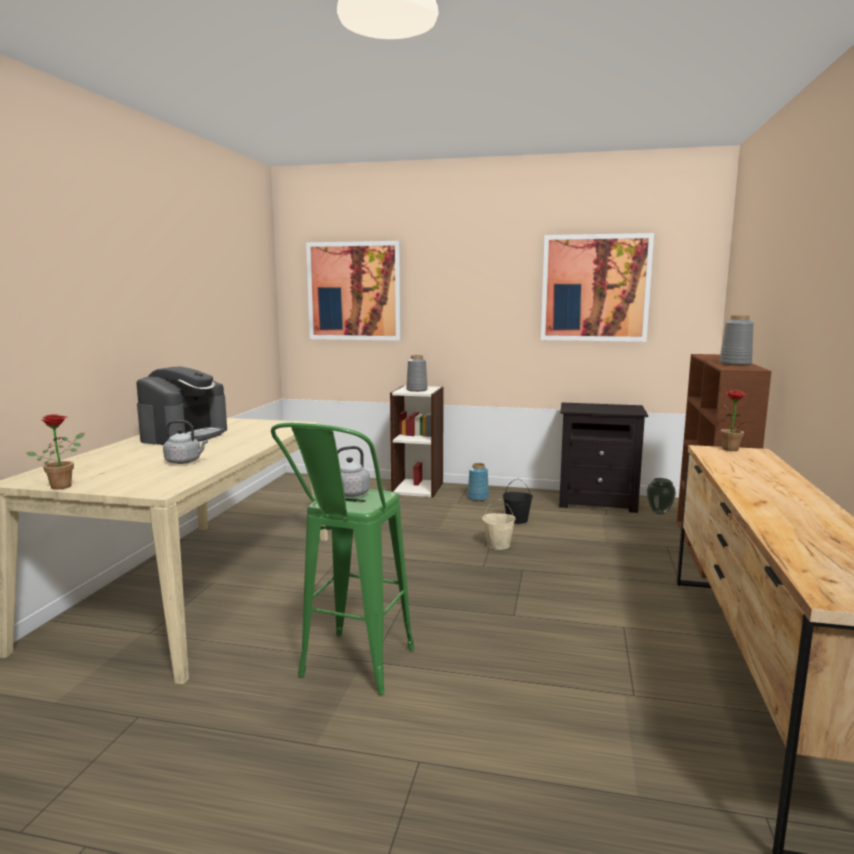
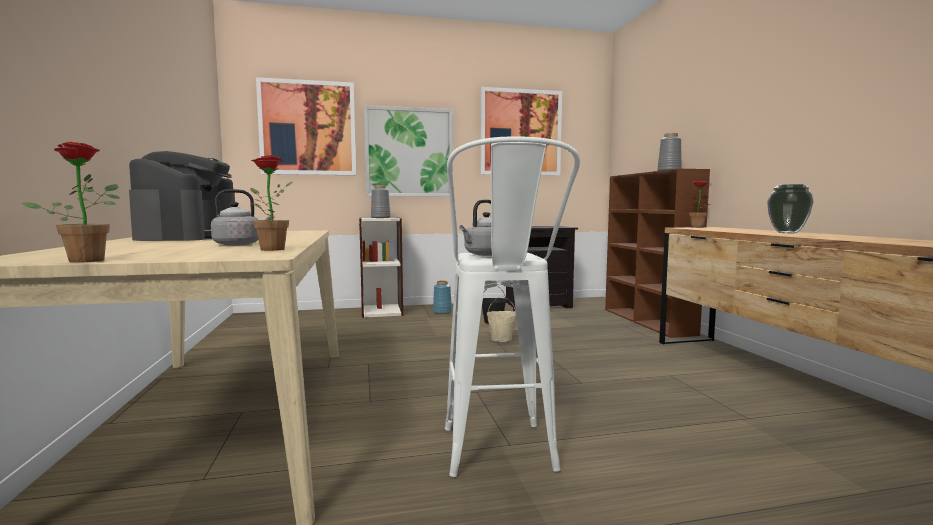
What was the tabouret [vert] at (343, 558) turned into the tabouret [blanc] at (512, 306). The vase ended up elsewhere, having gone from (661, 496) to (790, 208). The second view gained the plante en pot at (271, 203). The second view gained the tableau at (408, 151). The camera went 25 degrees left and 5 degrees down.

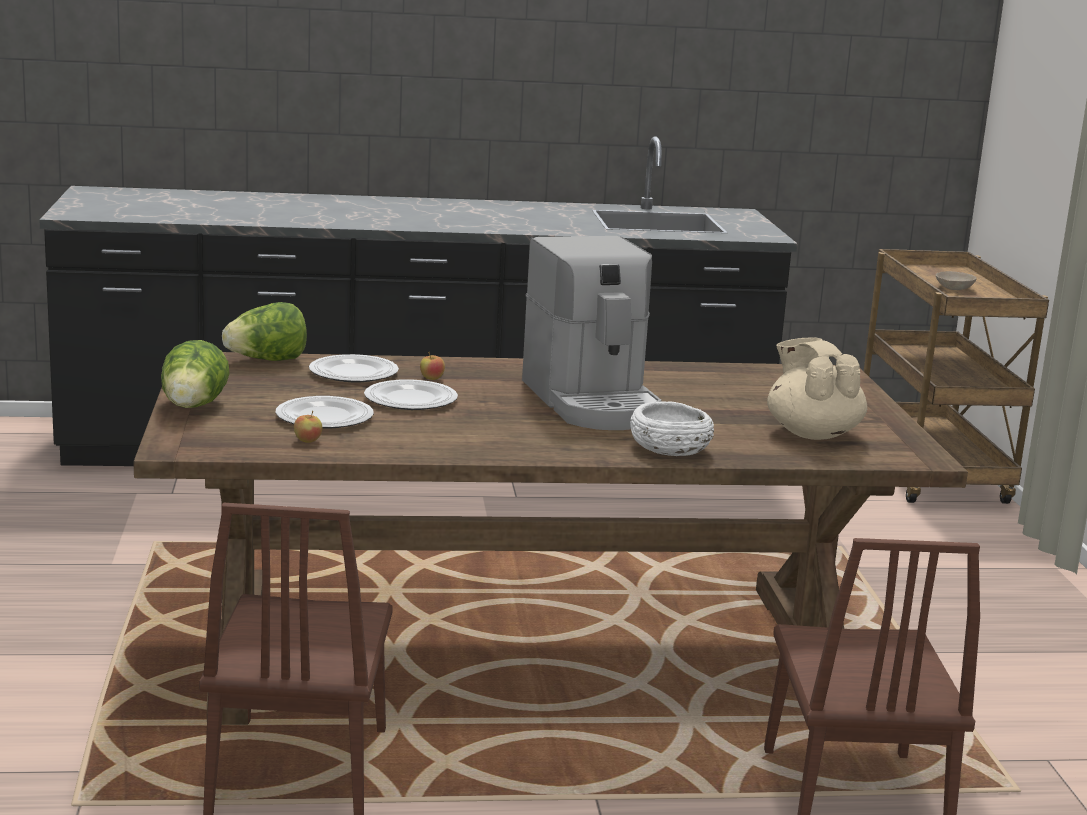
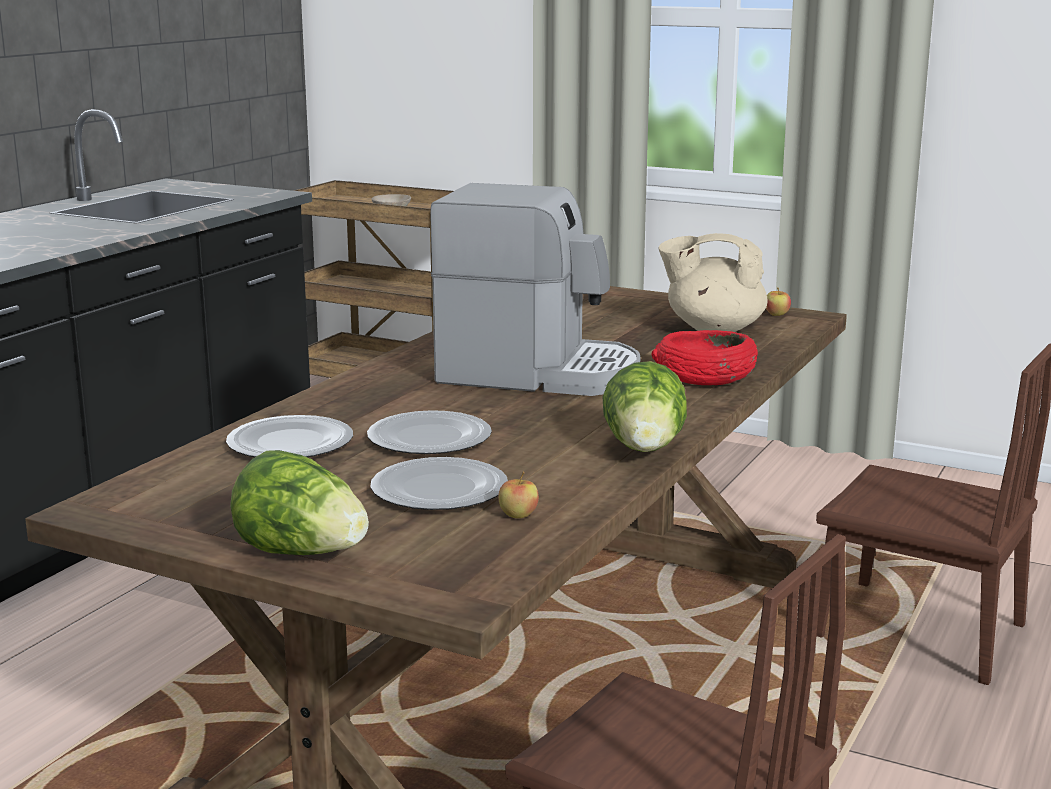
The laitue ended up elsewhere, having gone from (264, 331) to (644, 406). The pomme ended up elsewhere, having gone from (432, 366) to (778, 301). What was the bol [blanc] at (672, 429) turned into the bol [rouge] at (704, 357). The camera went 55 degrees left and 0 degrees up.

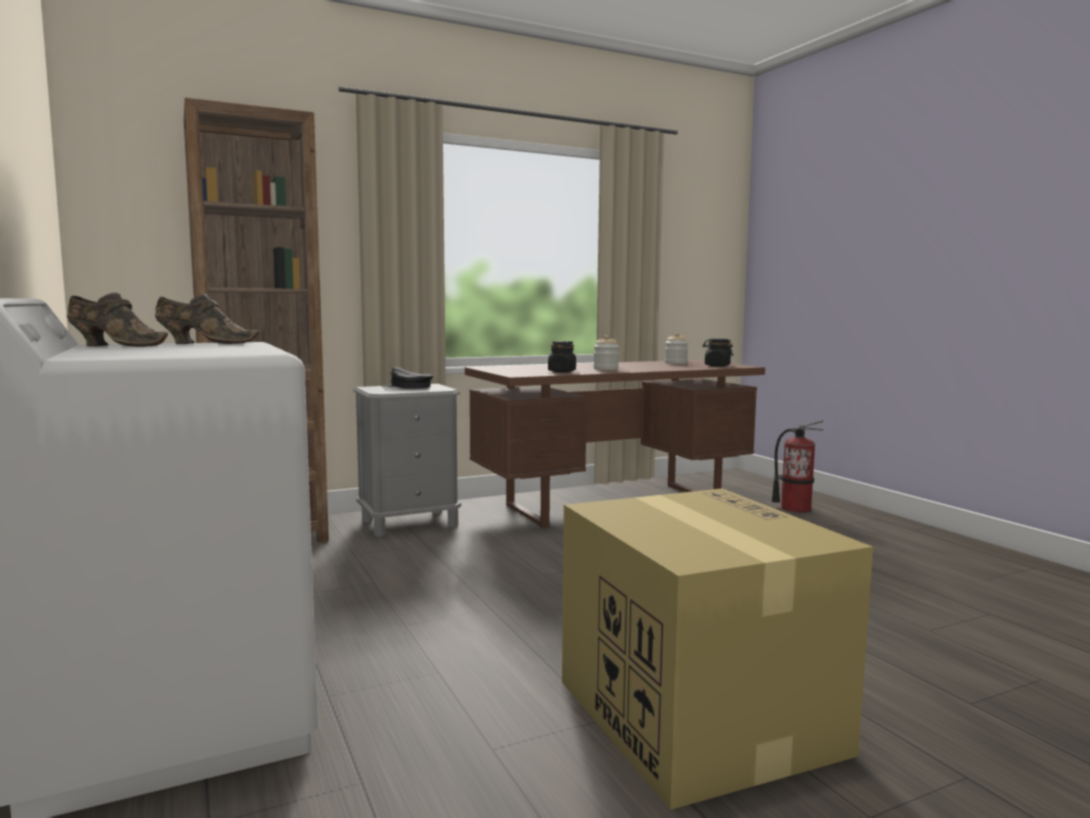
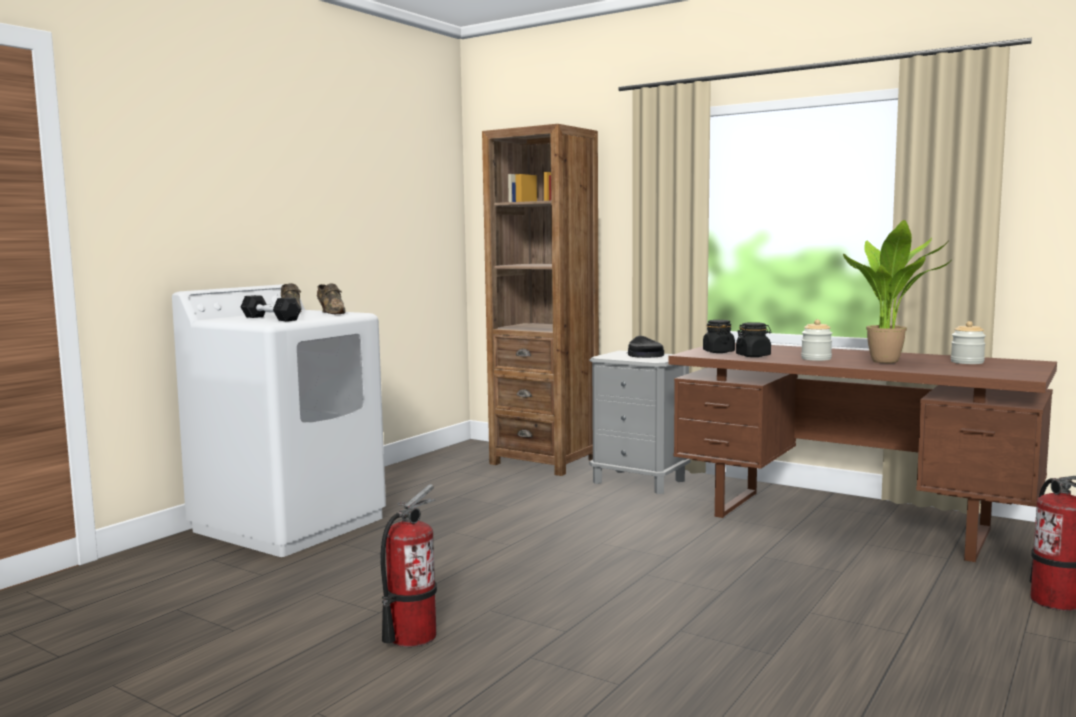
Where the carton stood at (717, 649), the extincteur came to stand at (408, 565). The bocal [noir] ended up elsewhere, having gone from (718, 352) to (719, 336). The second view gained the haltère [noir] at (271, 308). The second view gained the plante en pot at (897, 291). The camera went 60 degrees right and 0 degrees up.

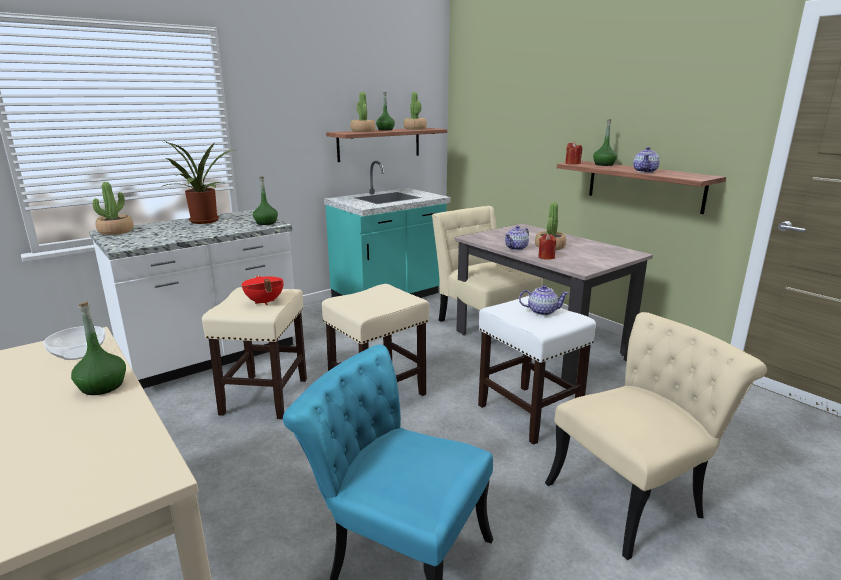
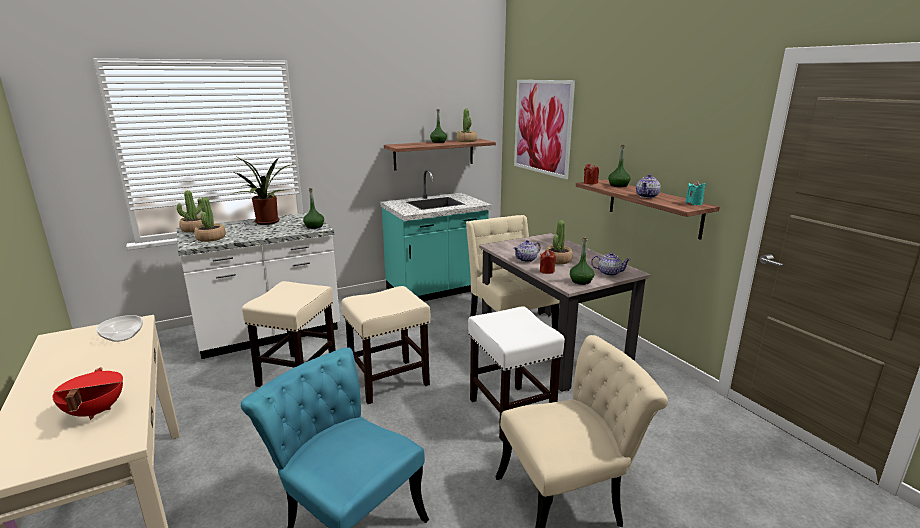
The bouteille [vert] ended up elsewhere, having gone from (98, 348) to (582, 261). The marmite [rouge] ended up elsewhere, having gone from (262, 290) to (87, 394). The plante en pot ended up elsewhere, having gone from (363, 112) to (210, 219). The théière ended up elsewhere, having gone from (544, 300) to (611, 264). The second view gained the tableau at (544, 129). The second view gained the bougie [turquoise] at (695, 192). The camera went 10 degrees right and 0 degrees up.

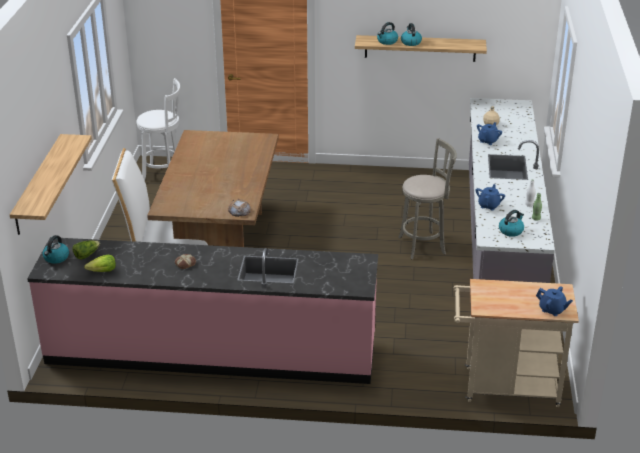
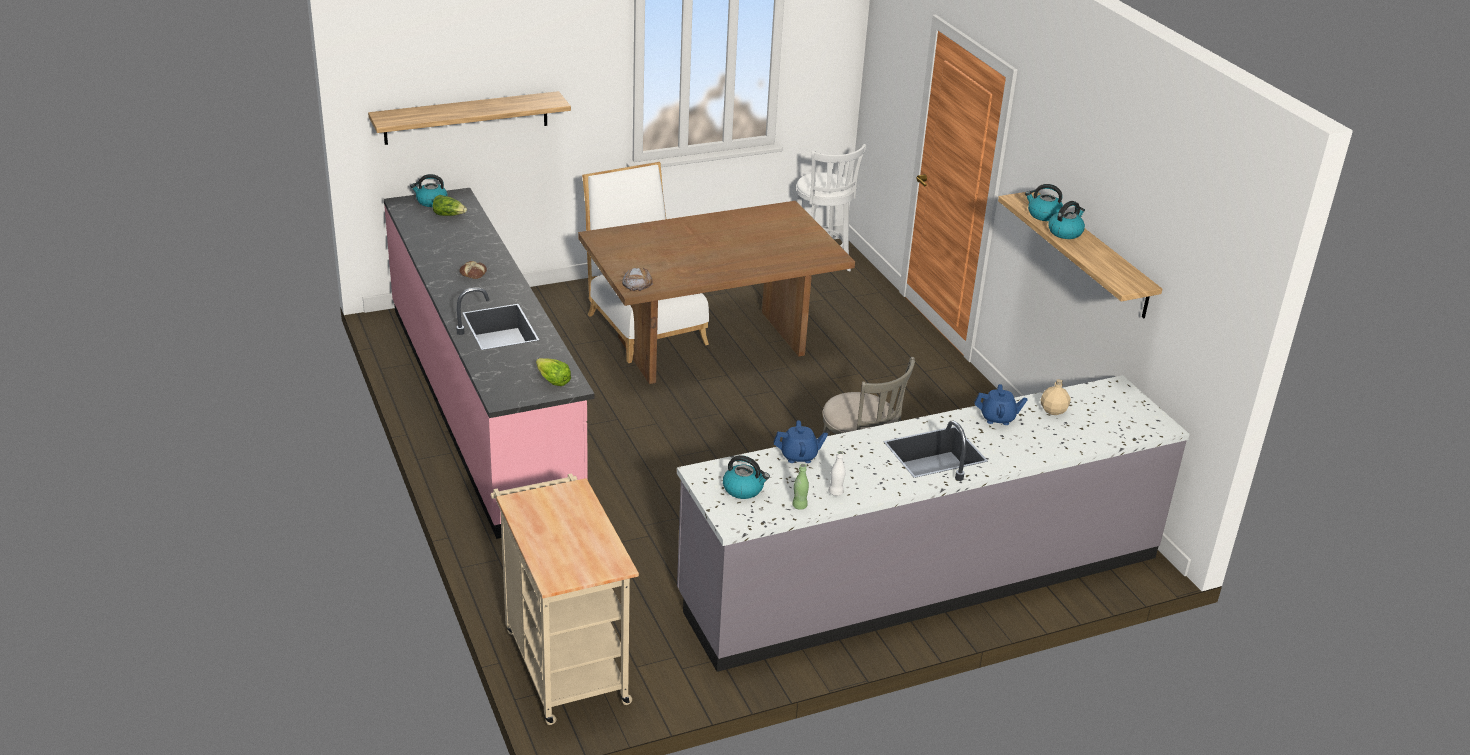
The laitue ended up elsewhere, having gone from (100, 263) to (553, 372). The second view lost the théière [bleu] at (554, 301). The camera went 60 degrees right and 0 degrees up.

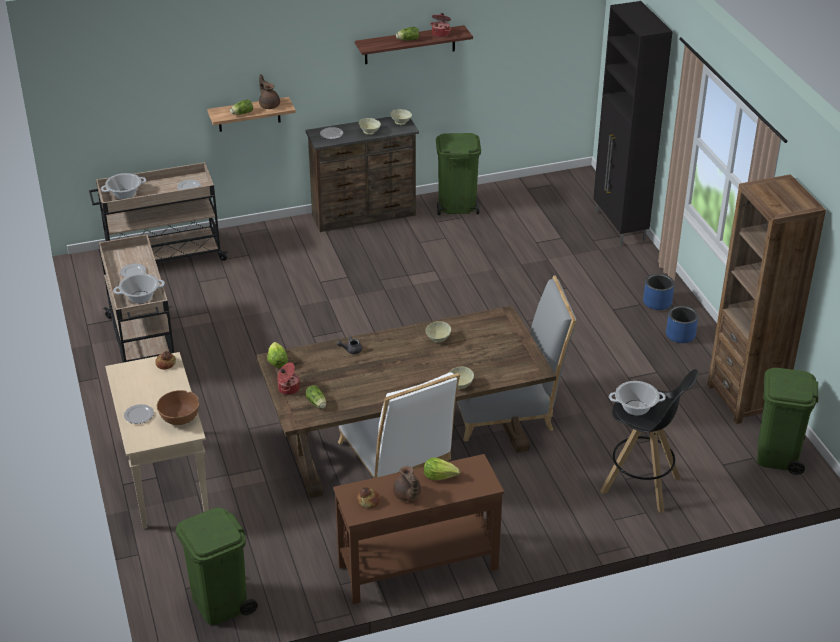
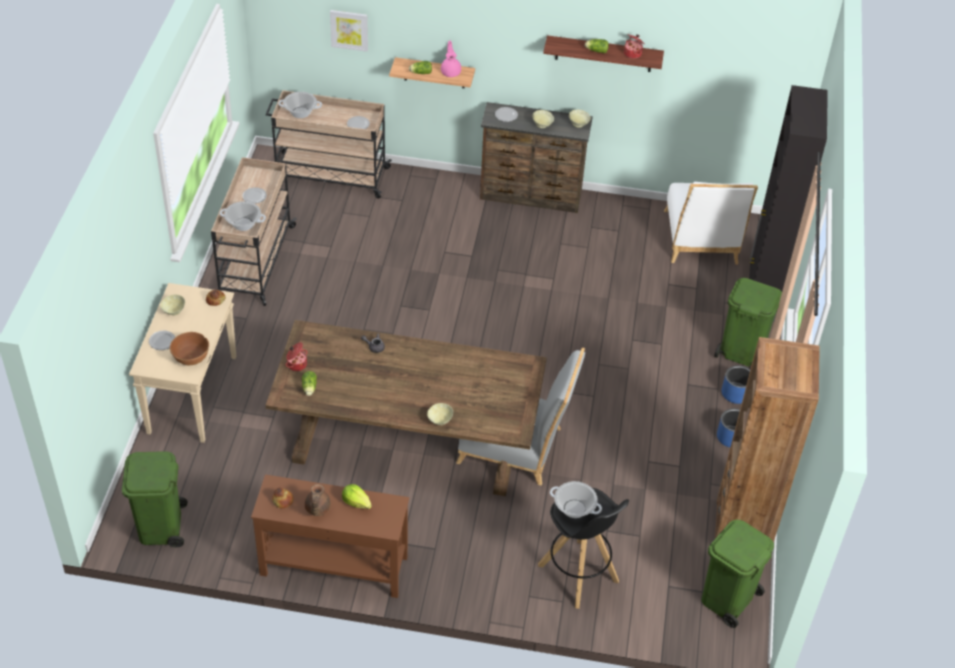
What was the théière [marron] at (269, 91) turned into the théière [rose] at (451, 59). The second view lost the laitue at (277, 355). The chaise [blanc] ended up elsewhere, having gone from (399, 425) to (711, 223). The bol [beige] ended up elsewhere, having gone from (438, 332) to (172, 305). The poubelle [vert] ended up elsewhere, having gone from (458, 174) to (748, 322). The second view gained the tableau at (349, 31). The camera went 25 degrees right and 10 degrees up.

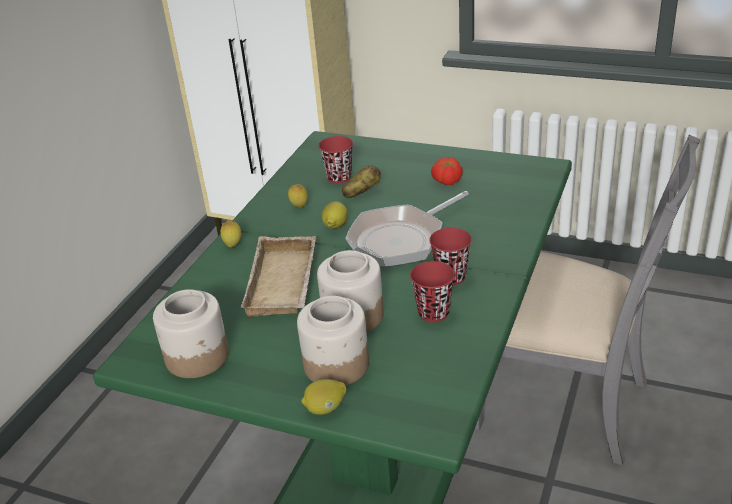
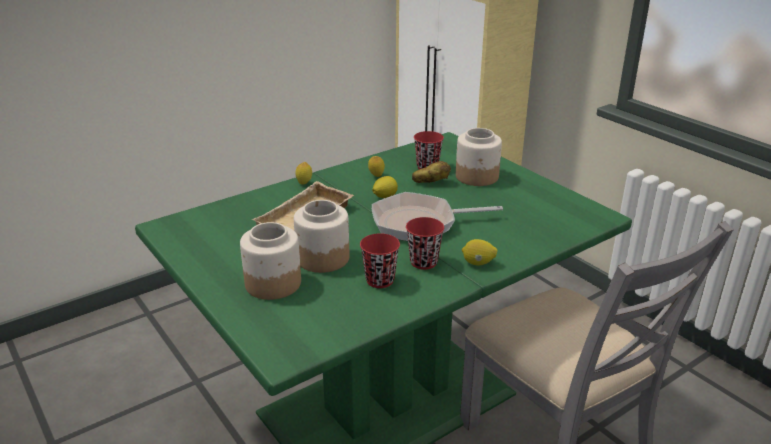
The bocal ended up elsewhere, having gone from (191, 333) to (479, 157). The citron ended up elsewhere, having gone from (323, 397) to (479, 252). The second view lost the tomate at (447, 171). The camera went 30 degrees right and 5 degrees down.

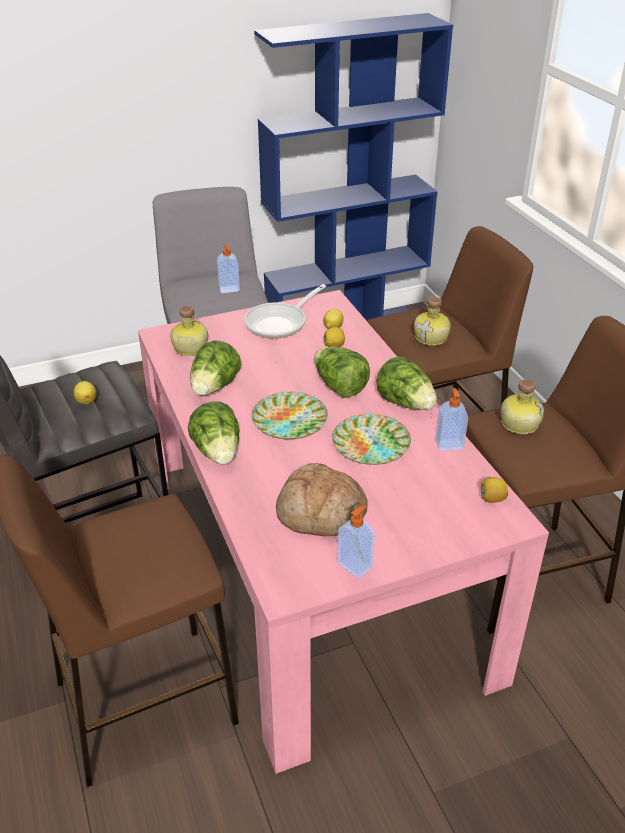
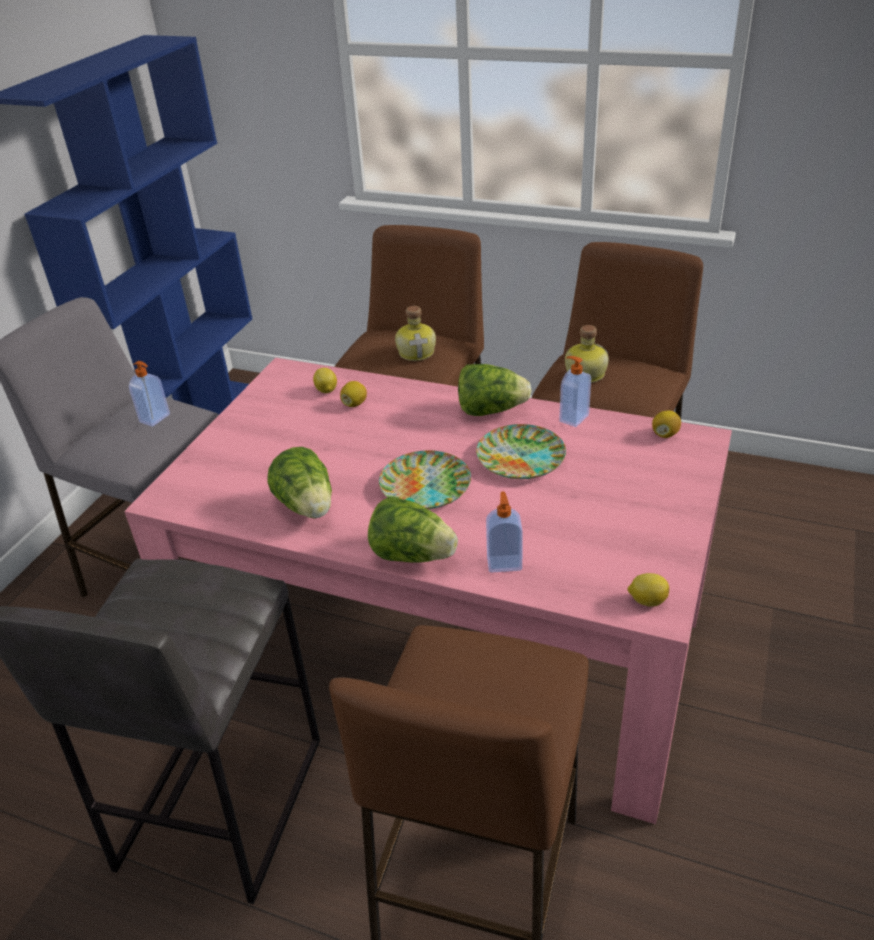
The citron ended up elsewhere, having gone from (85, 392) to (648, 590). The second view lost the bouteille at (189, 331). The second view lost the poêle at (285, 311). The second view lost the pain at (321, 499). The second view lost the laitue at (342, 372). The distributeur de savon ended up elsewhere, having gone from (356, 541) to (504, 532). The camera went 45 degrees left and 0 degrees up.

